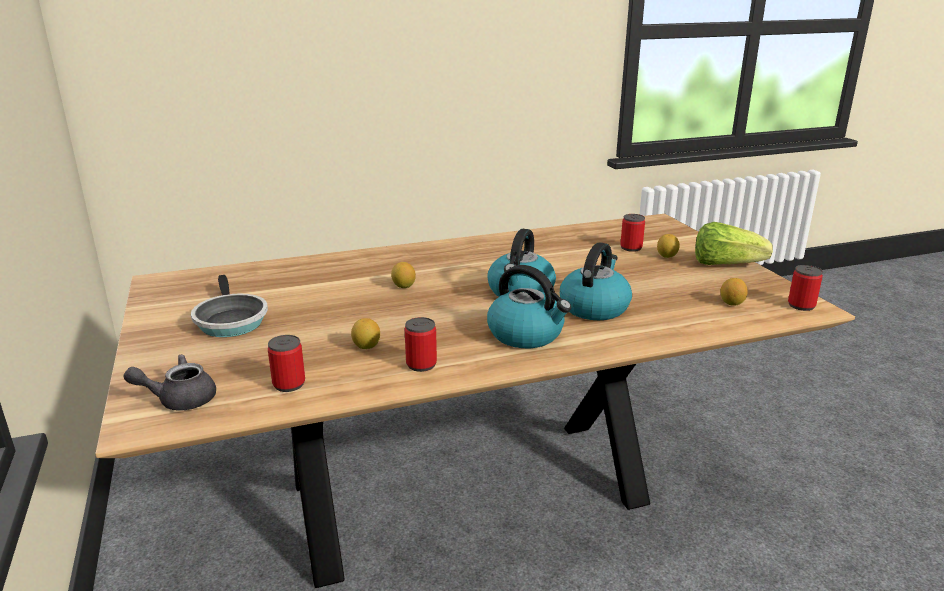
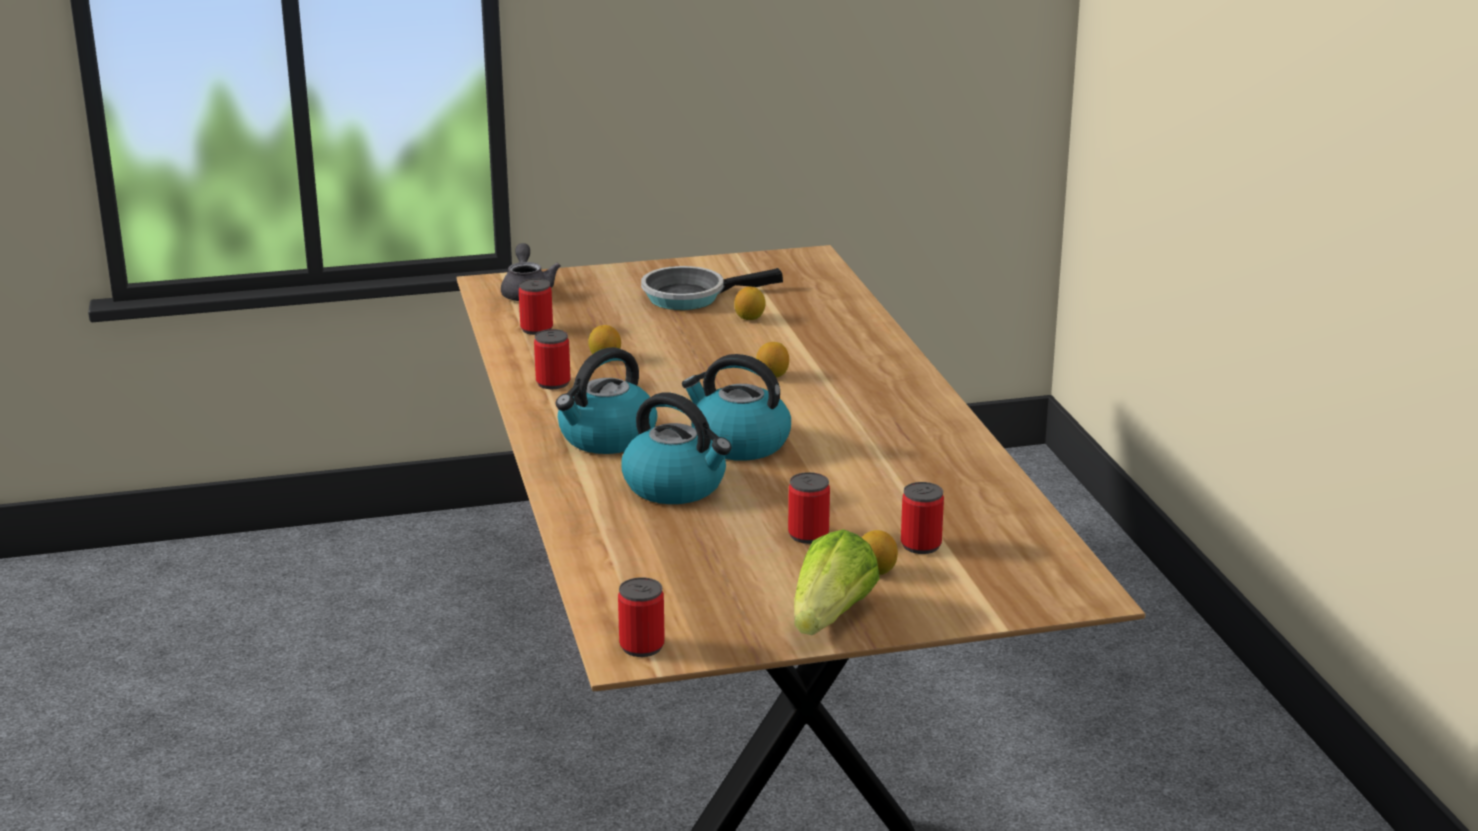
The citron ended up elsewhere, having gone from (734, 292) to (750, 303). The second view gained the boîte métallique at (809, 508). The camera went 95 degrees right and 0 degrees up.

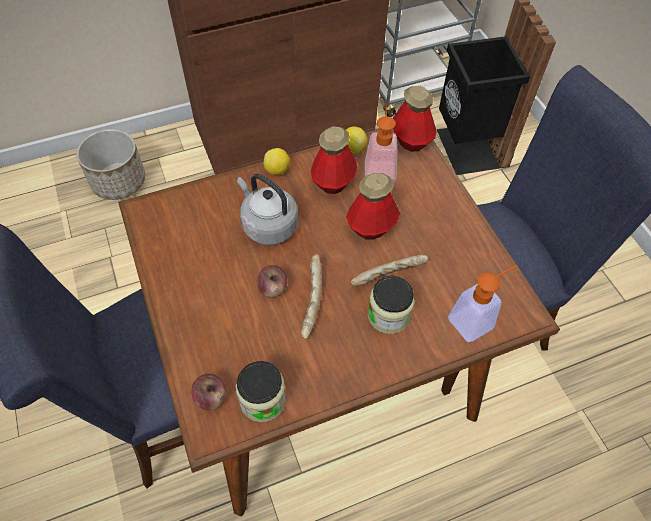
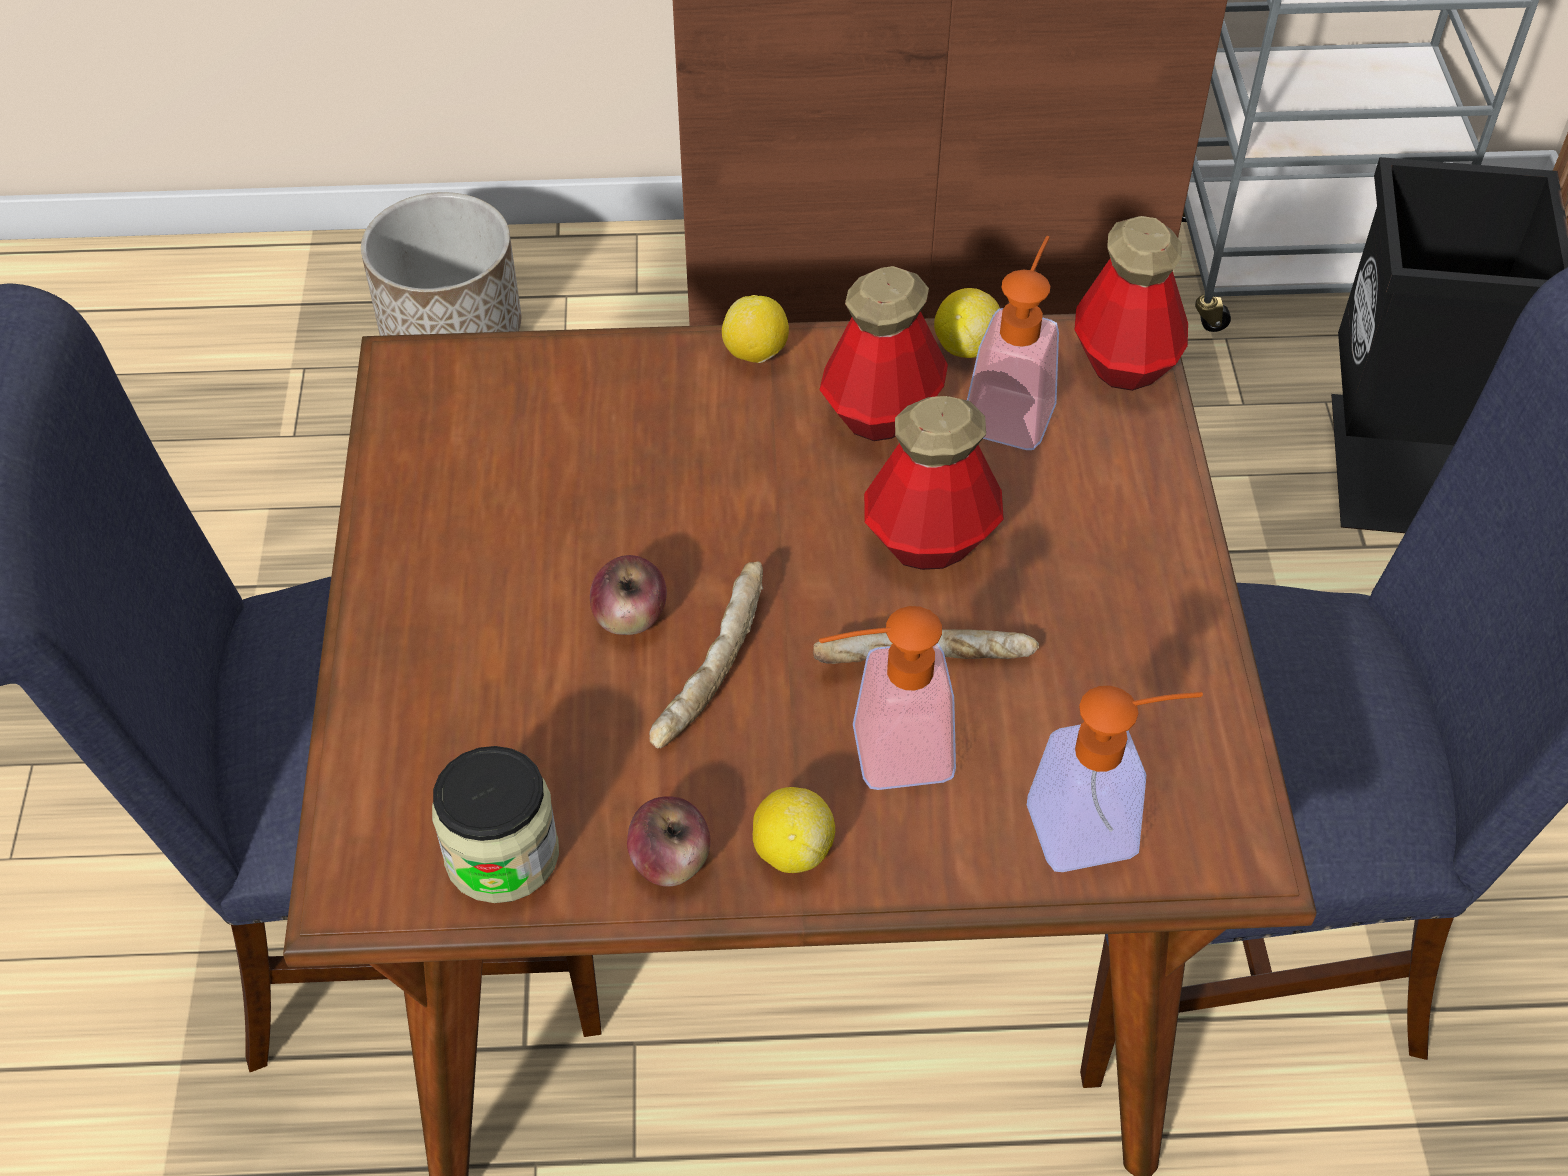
The pomme ended up elsewhere, having gone from (209, 392) to (669, 841). The second view lost the bouilloire [gris] at (267, 209). Where the bocal stood at (391, 305), the distributeur de savon came to stand at (887, 698). The second view gained the citron at (794, 830). The camera went 20 degrees right and 5 degrees down.

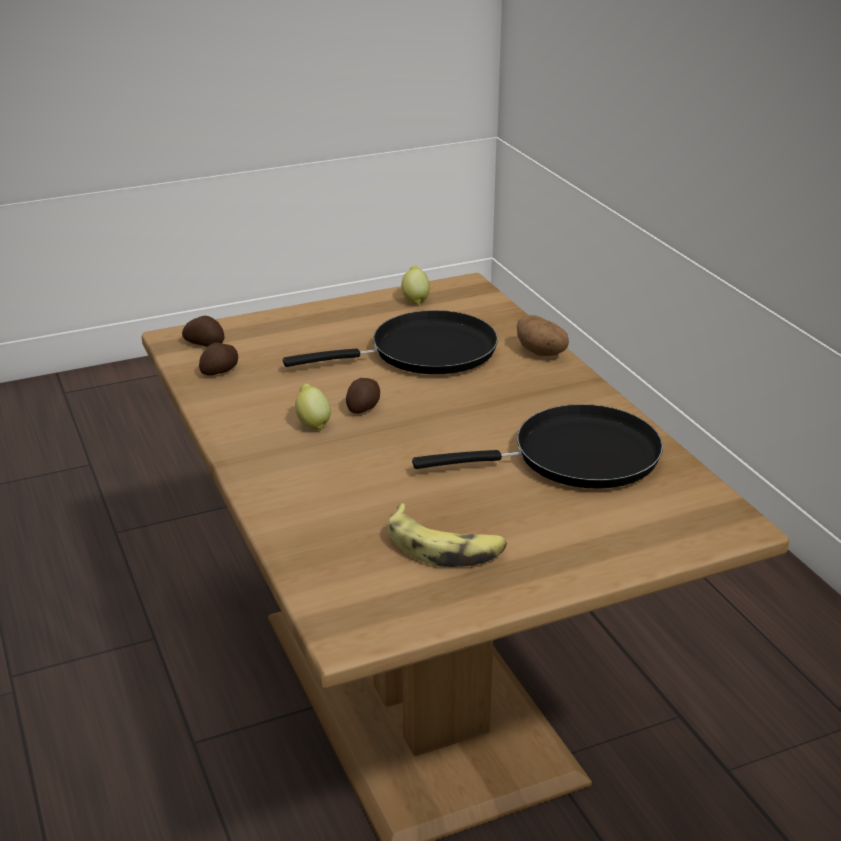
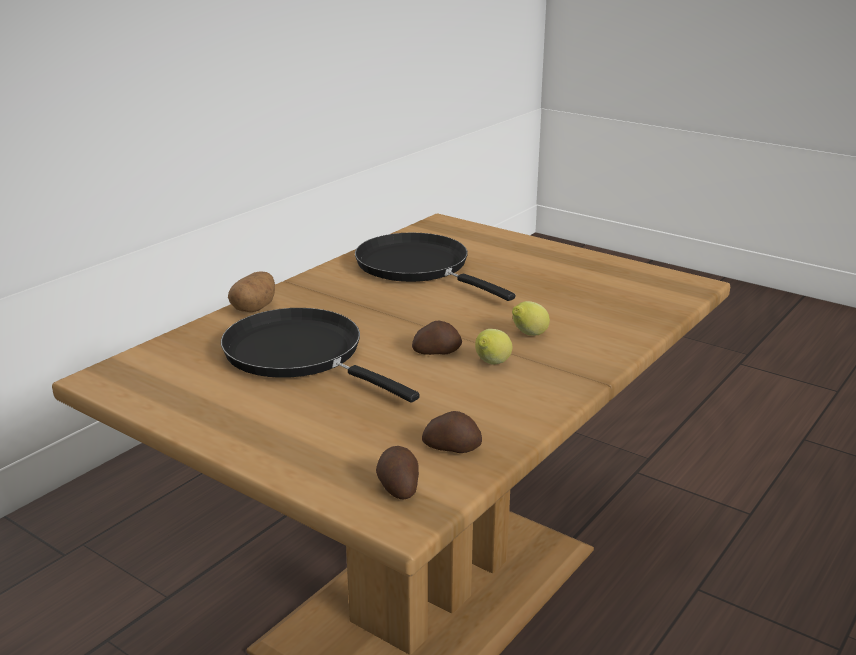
The second view lost the banane at (447, 535). The citron ended up elsewhere, having gone from (415, 284) to (531, 318). The camera went 120 degrees left and 5 degrees down.

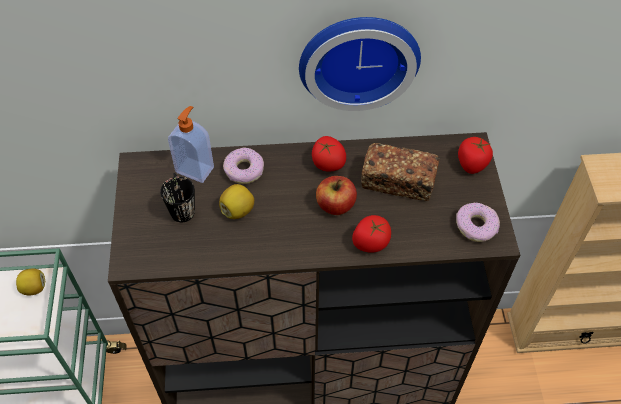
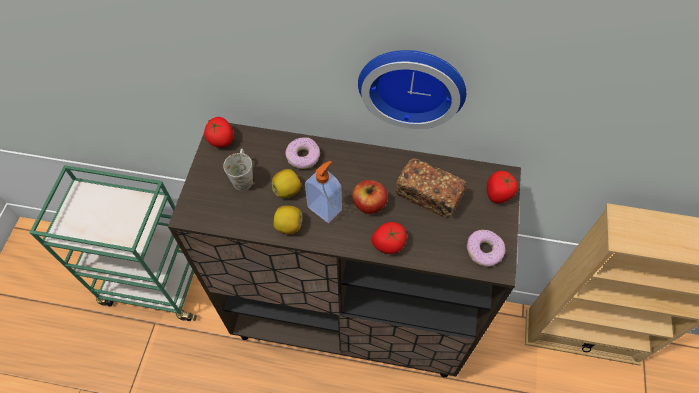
The citron ended up elsewhere, having gone from (30, 282) to (287, 219). What was the mug [noir] at (177, 197) turned into the mug [blanc] at (238, 170). The distributeur de savon ended up elsewhere, having gone from (191, 144) to (323, 192). The tomate ended up elsewhere, having gone from (329, 154) to (219, 132). The camera went 15 degrees right and 5 degrees up.

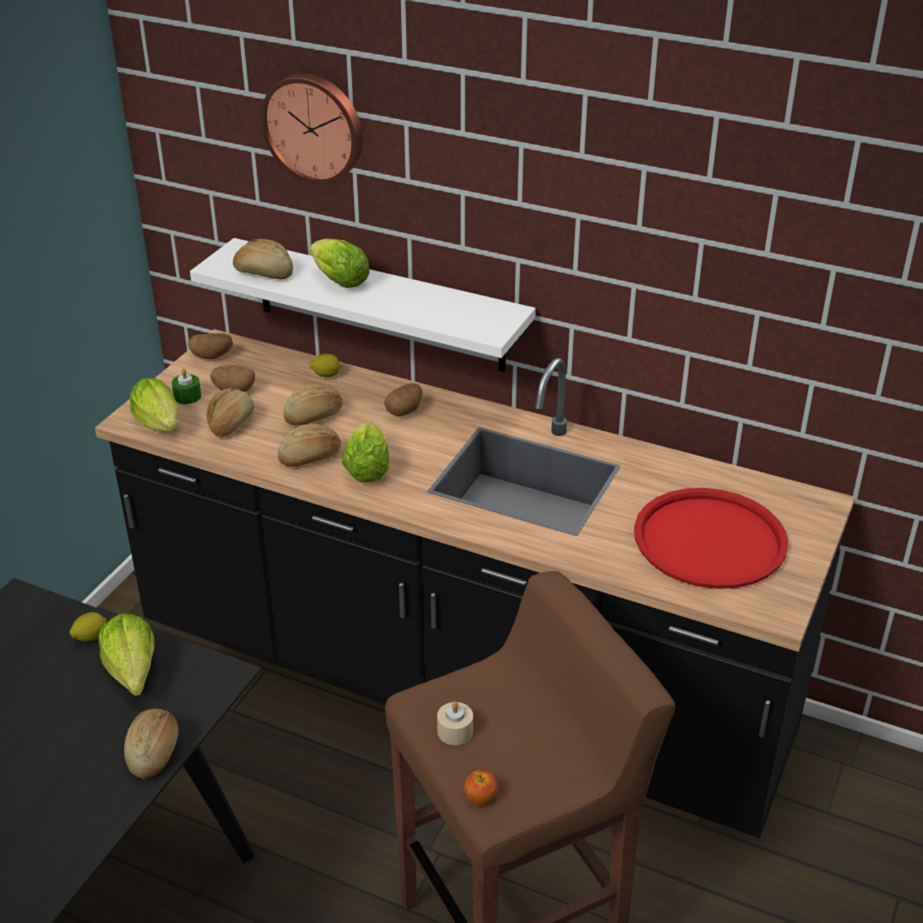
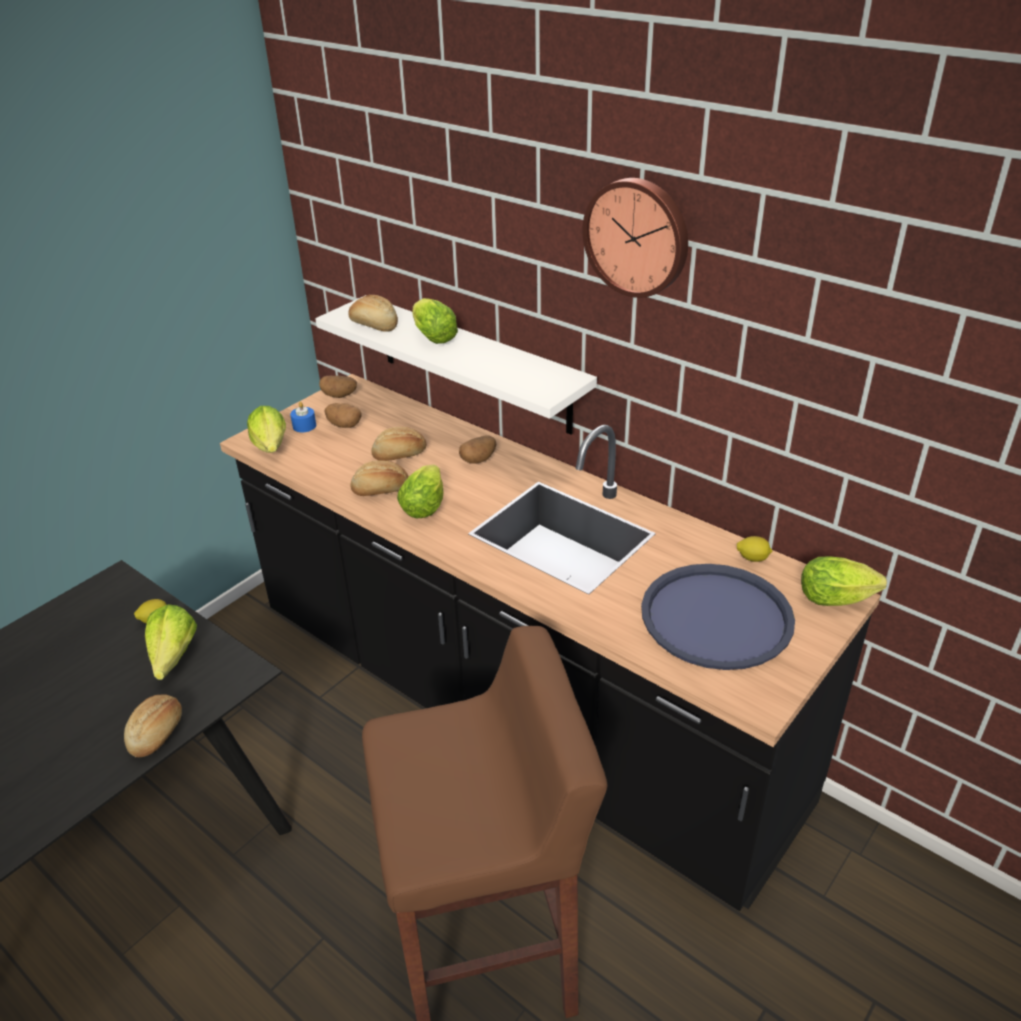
What was the bougie [vert] at (186, 386) turned into the bougie [bleu] at (303, 417). The second view lost the pain at (230, 413). The horloge murale ended up elsewhere, having gone from (311, 129) to (635, 238). The citron ended up elsewhere, having gone from (325, 365) to (754, 549). The second view lost the bougie [beige] at (455, 723). The second view lost the pomme at (481, 787). What was the plateau [rouge] at (711, 538) turned into the plateau [bleu] at (718, 617). The second view gained the laitue at (844, 581). The camera went 15 degrees right and 0 degrees up.

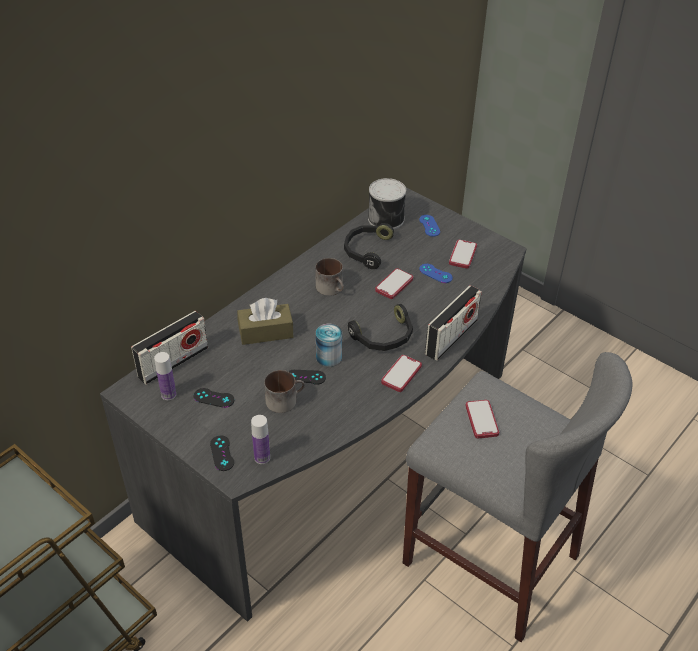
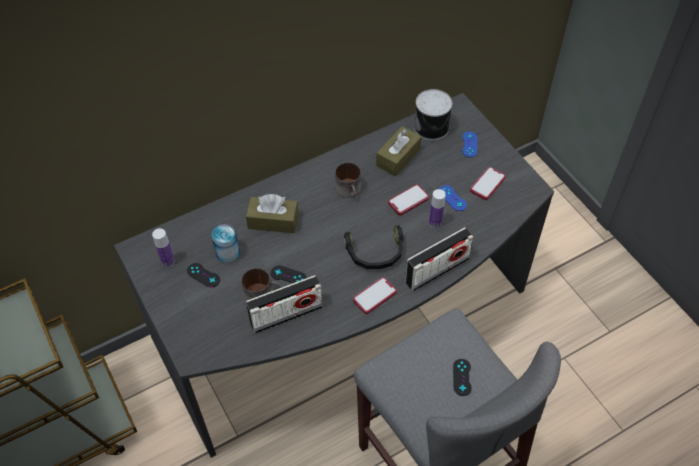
The radio ended up elsewhere, having gone from (169, 348) to (284, 304). The manette [noir] ended up elsewhere, having gone from (222, 453) to (462, 377). The bouteille ended up elsewhere, having gone from (260, 439) to (437, 208). The boîte métallique ended up elsewhere, having gone from (329, 345) to (226, 243). Where the casque audio [noir] stood at (369, 246), the boîte à mouchoirs [marron] came to stand at (399, 151). The second view lost the téléphone at (482, 419). The camera went 20 degrees right and 10 degrees up.

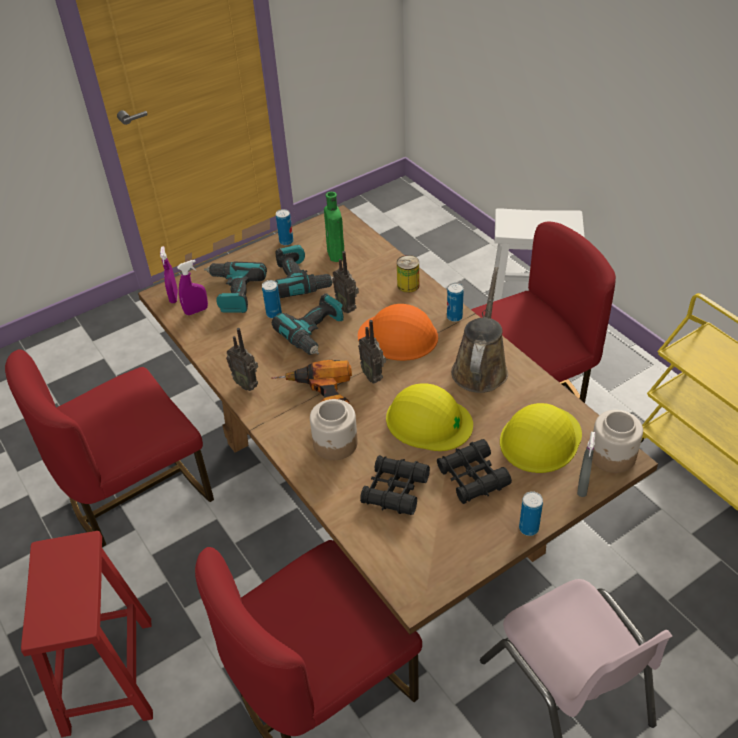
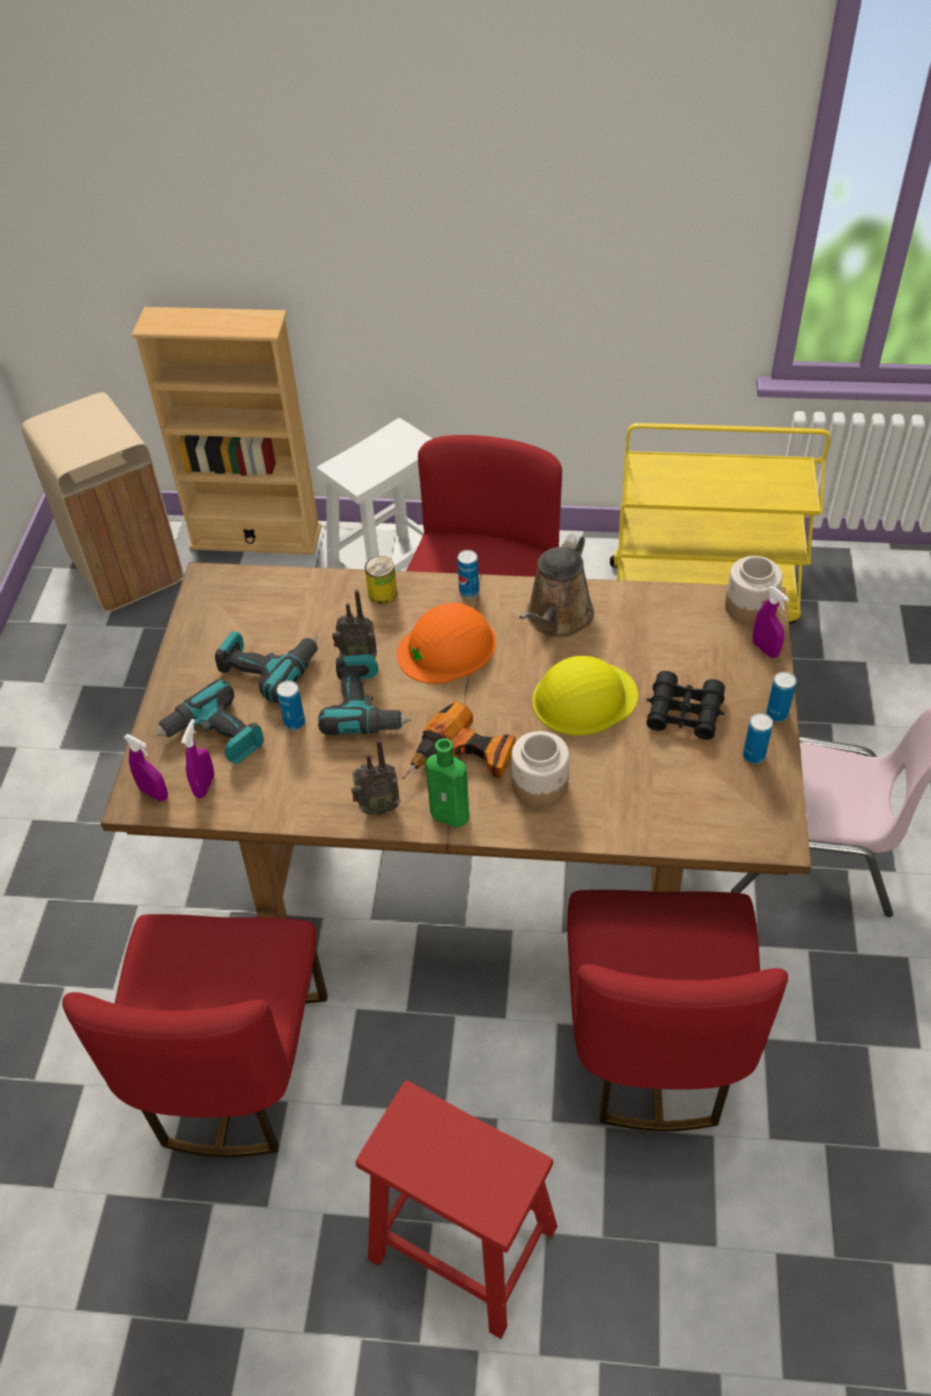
The boîte métallique ended up elsewhere, having gone from (284, 227) to (758, 738). The bouteille [vert] ended up elsewhere, having gone from (334, 227) to (447, 783). The second view lost the radio at (372, 351). The second view lost the jumelles [noir] at (395, 485). The arrosoir [marron] at (479, 330) ended up facing another way, 120 degrees counterclockwise from before. The second view lost the casque de chantier [jaune] at (541, 438). What was the vaporisateur [gris] at (586, 464) turned into the vaporisateur [violet] at (771, 622). The second view gained the poubelle [beige] at (102, 502). The second view gained the bibliothèque [beige] at (226, 431). The camera went 50 degrees left and 5 degrees up.

